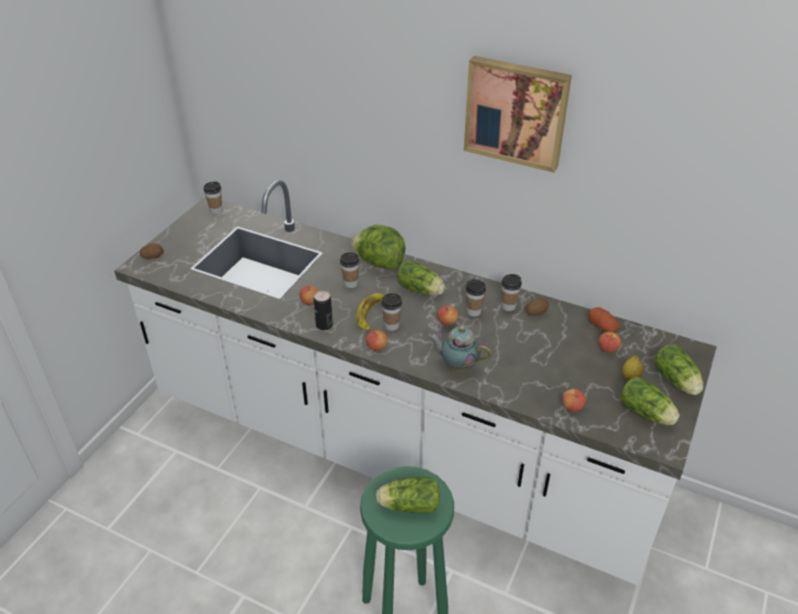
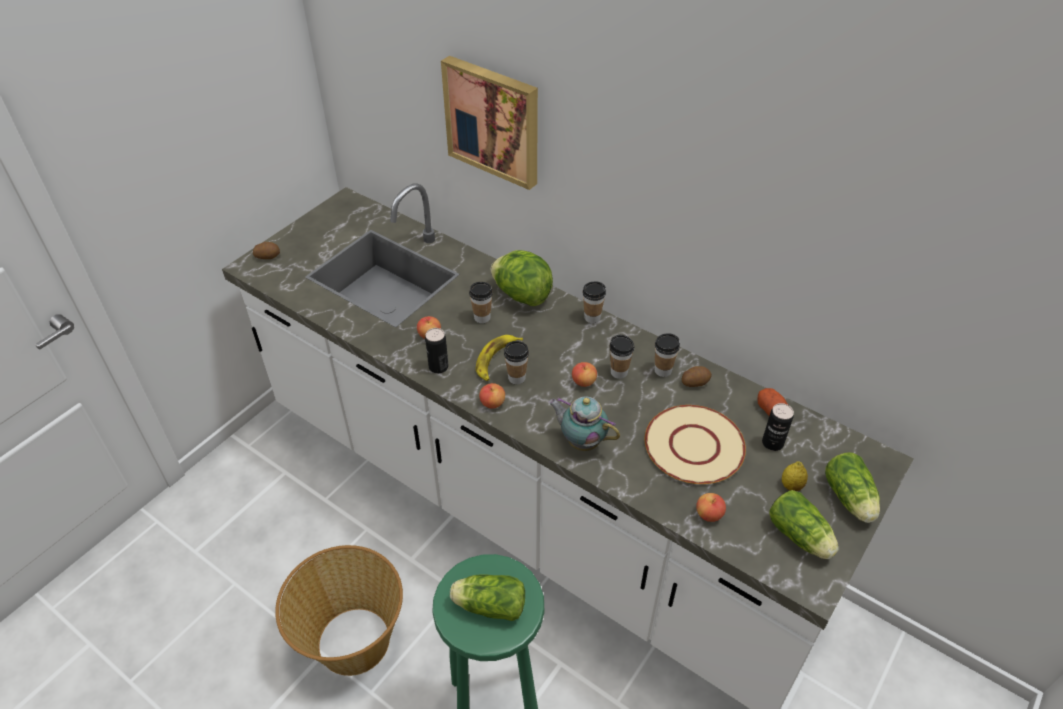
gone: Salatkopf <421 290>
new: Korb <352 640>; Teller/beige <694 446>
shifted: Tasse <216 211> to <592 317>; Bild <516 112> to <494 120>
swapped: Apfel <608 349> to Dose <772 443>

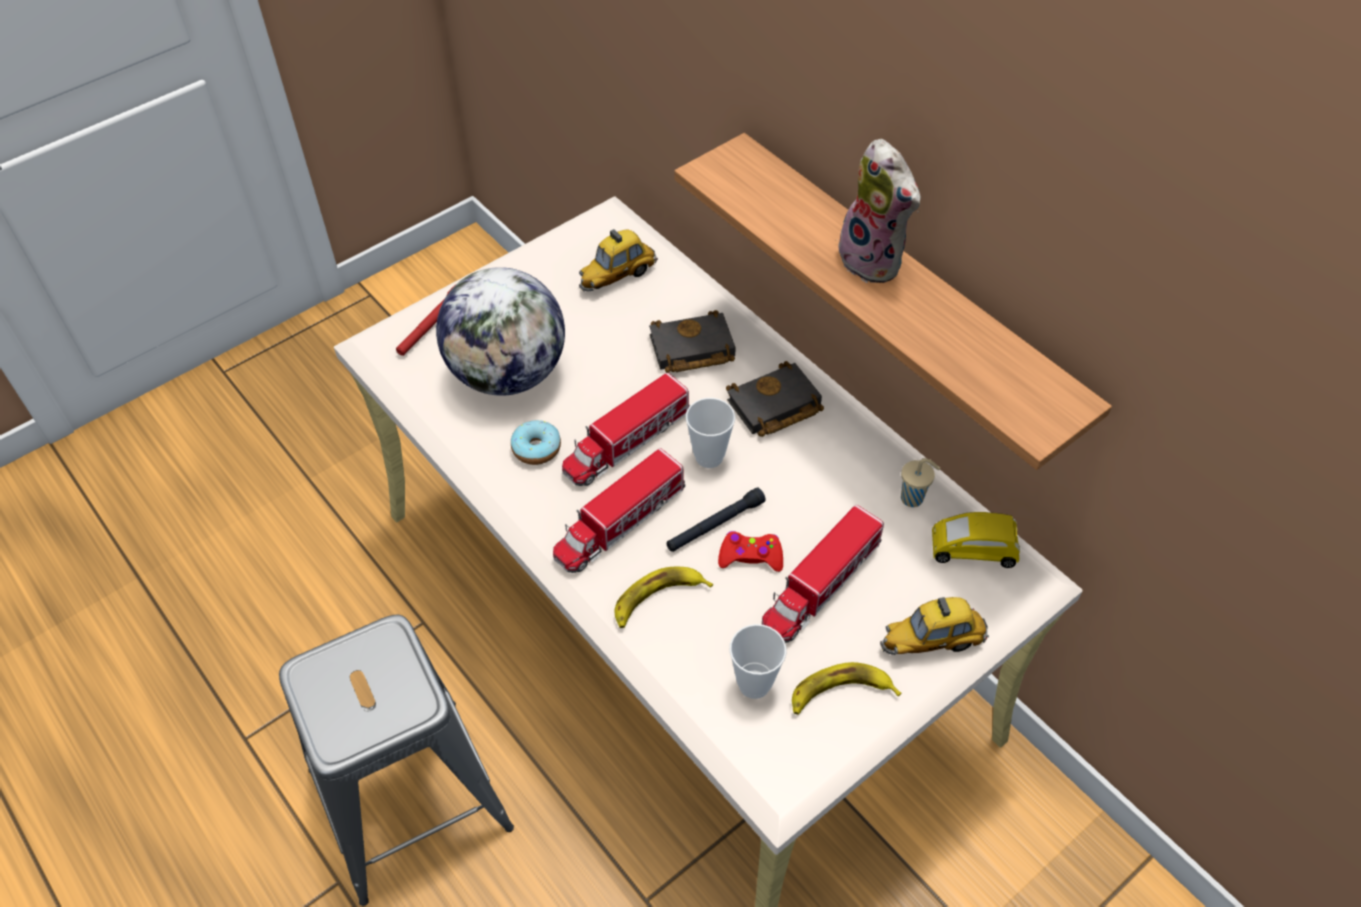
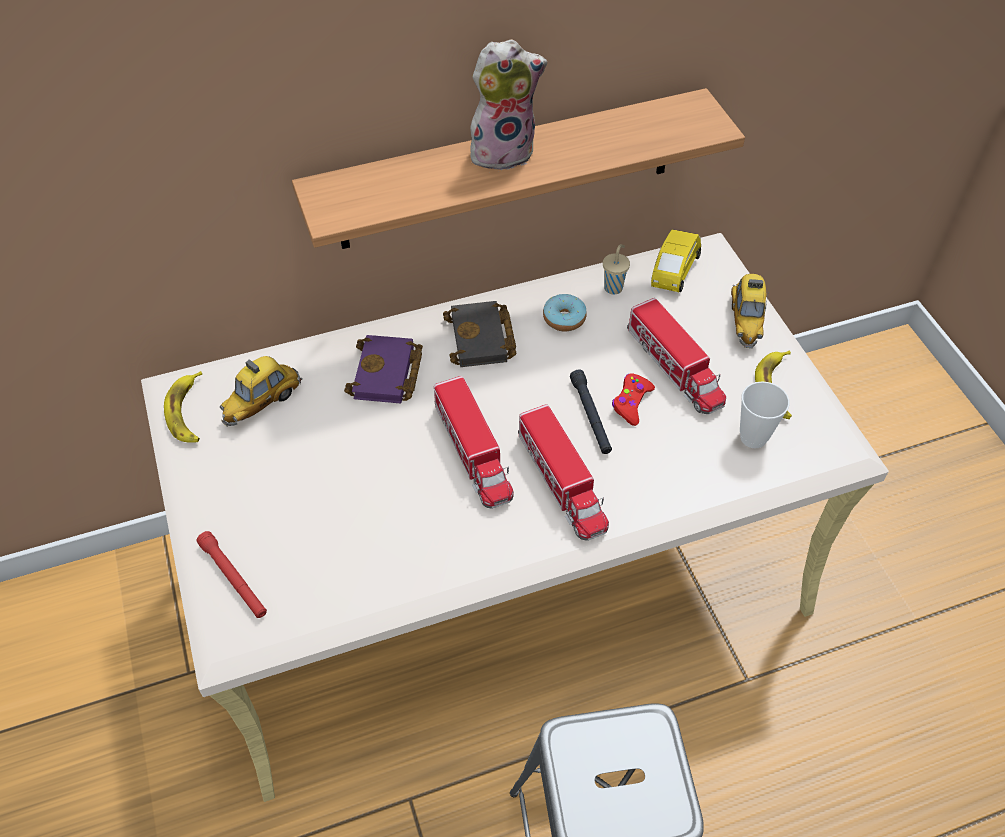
gone: Globus <508 373>; Tasse <709 457>
shifted: Donut <536 448> to <564 318>; Banane <658 599> to <188 413>
repainted: Buch/schwarz <690 350> to Buch/lila <387 376>
rotated: Spielzeugauto <617 276> = <262 403> 60 degrees clockwise

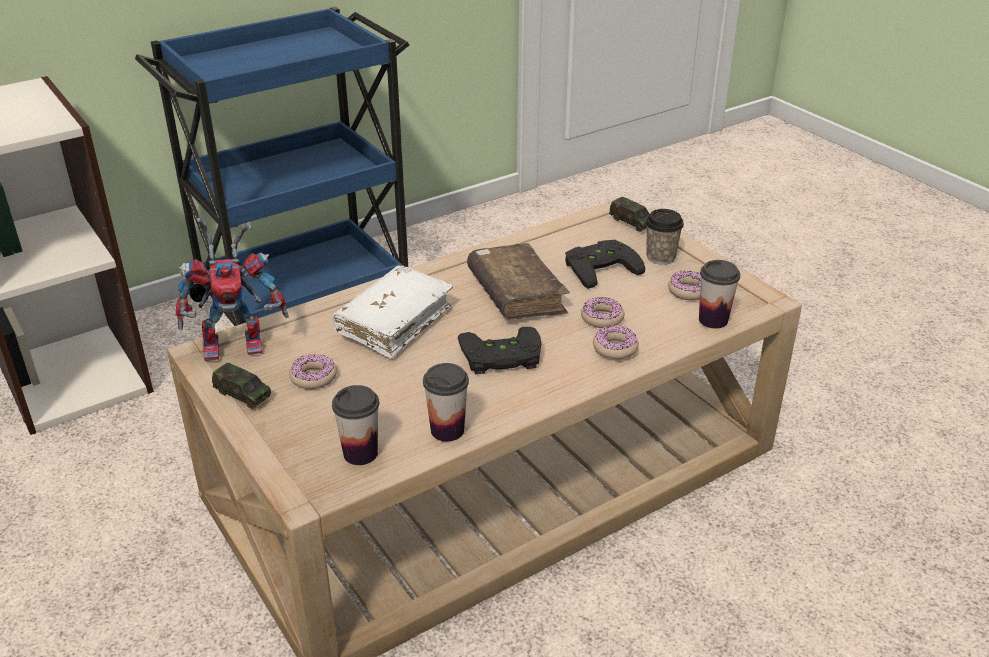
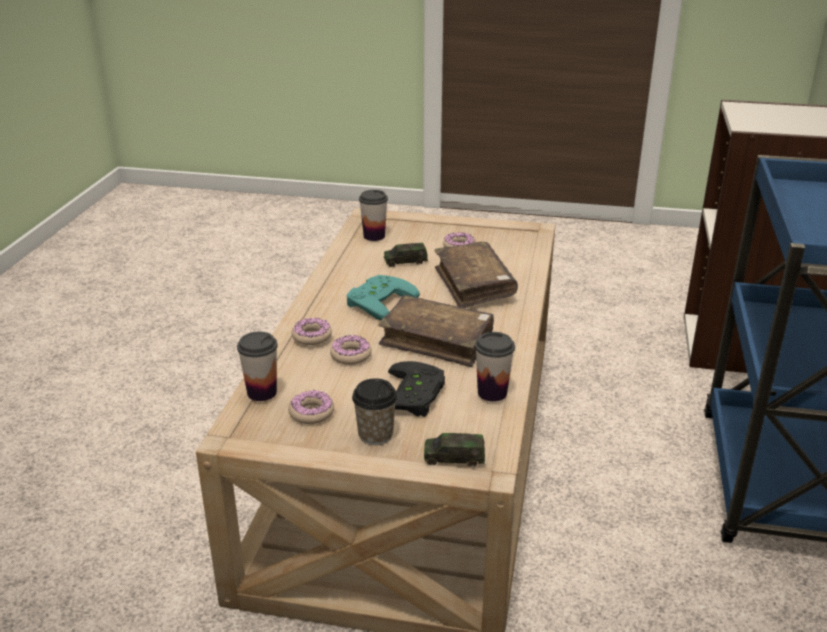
gone: Spielzeugroboter <238 343>
shifted: Spielzeugauto <242 394> to <405 261>; Tasse <447 430> to <492 393>
repainted: Buch/weiß <395 322> to Buch/braun <474 285>; Gamepad/schwarz <501 358> to Gamepad/türkis <378 300>

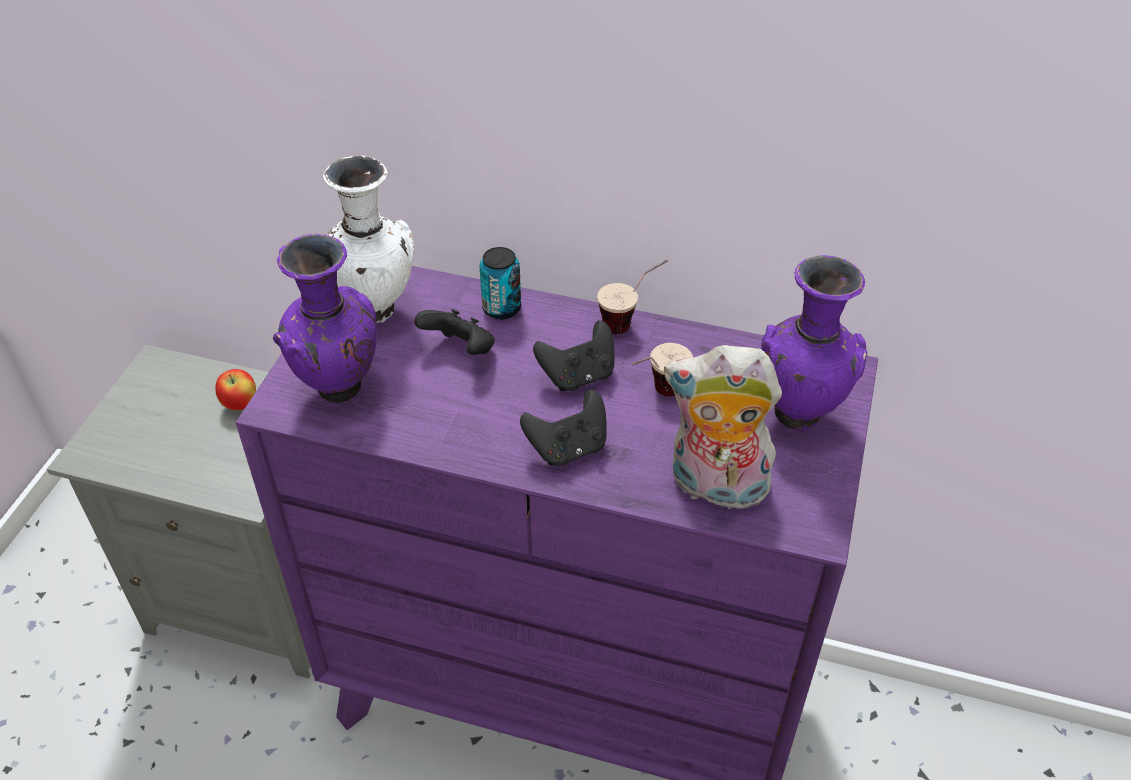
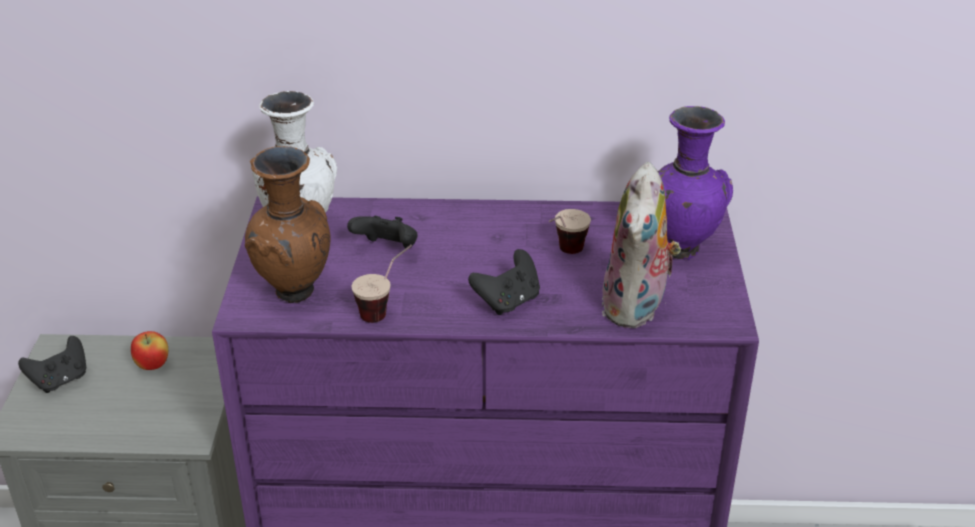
gone: Dose <501 308>
shifted: Gamepad/schwarz <578 376> to <60 380>; Tasse <631 321> to <386 309>
repainted: Vase/lila <339 391> to Vase/braun <295 294>
rotated: Plüschtier <715 487> = <637 308> 75 degrees counterclockwise

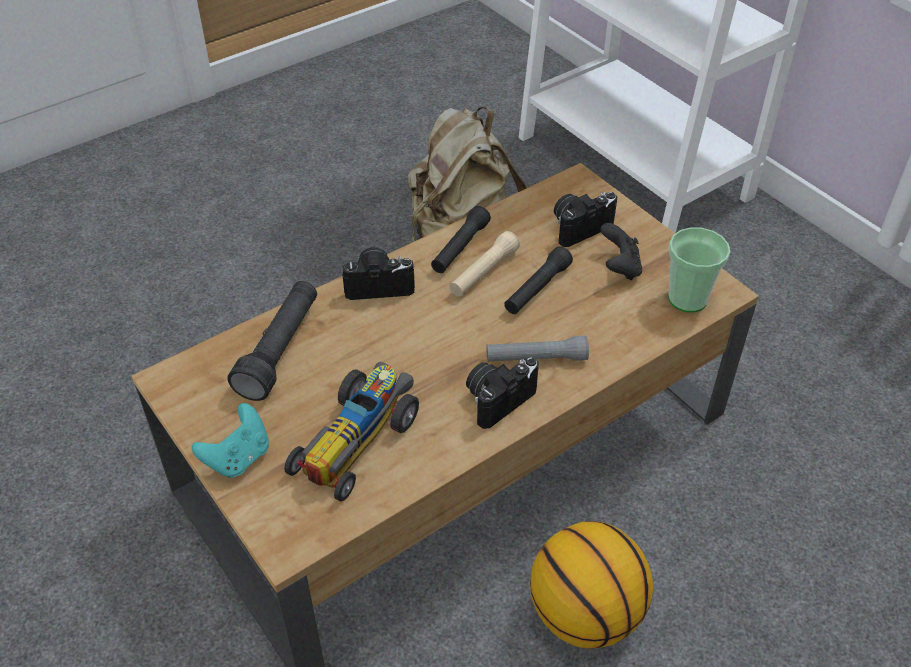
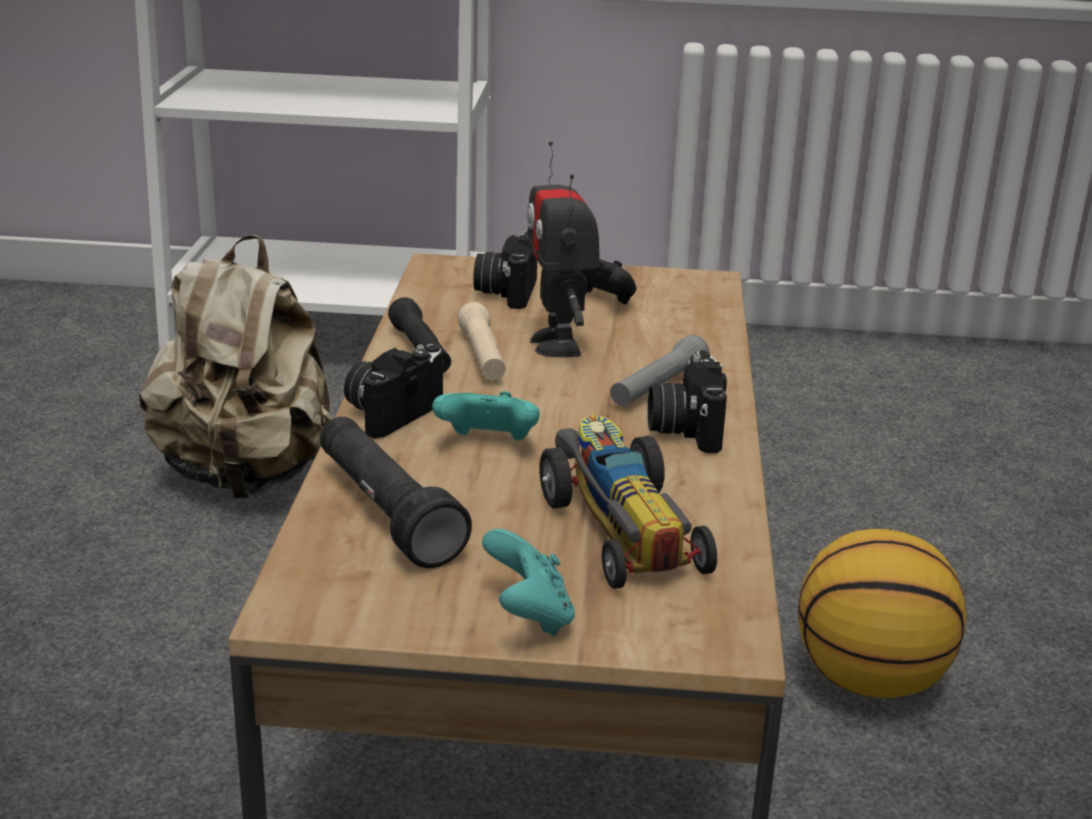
gone: Tasse <687 299>
new: Gamepad/türkis <488 444>
swapped: Taschenlampe/schwarz <537 289> to Spielzeugroboter <558 345>

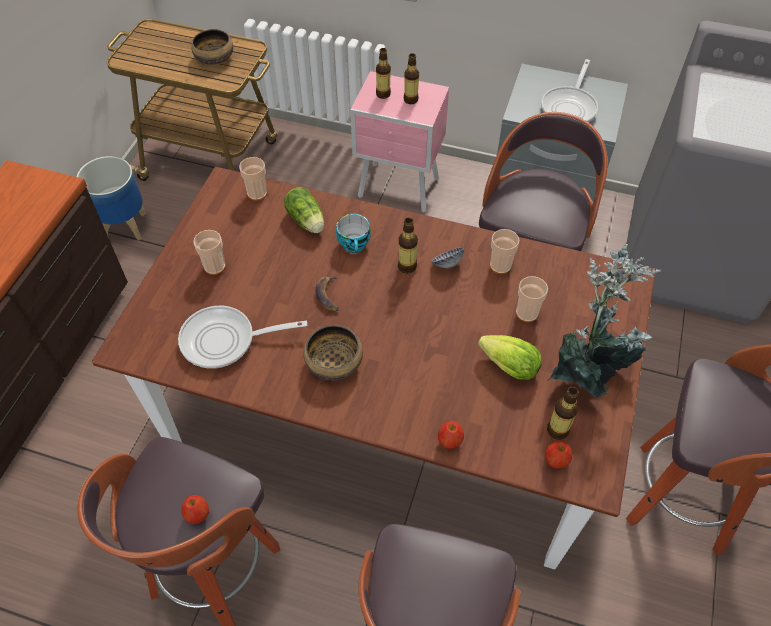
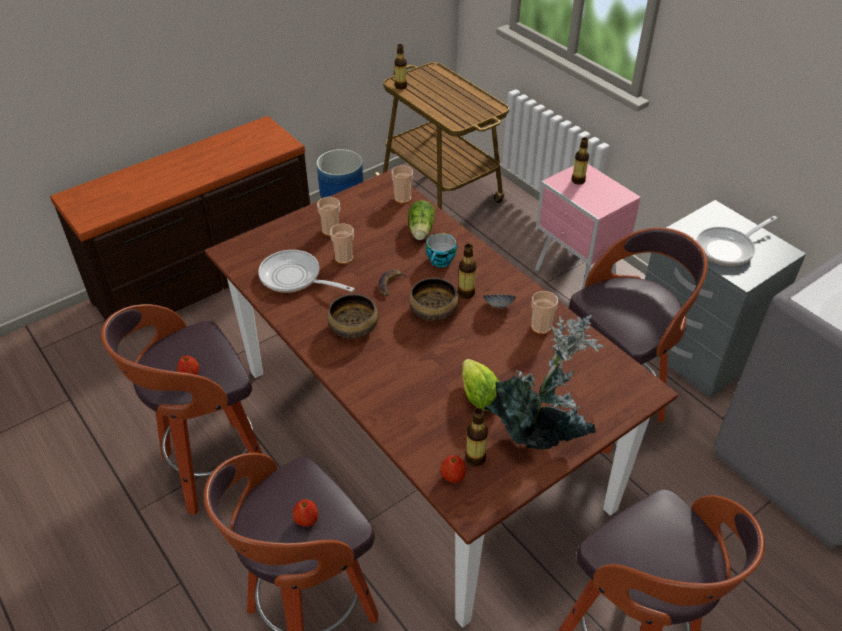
shifted: Schüssel <215 58> to <433 311>; Flasche <410 100> to <401 86>; Apfel <449 442> to <306 521>; Tasse <526 313> to <344 258>

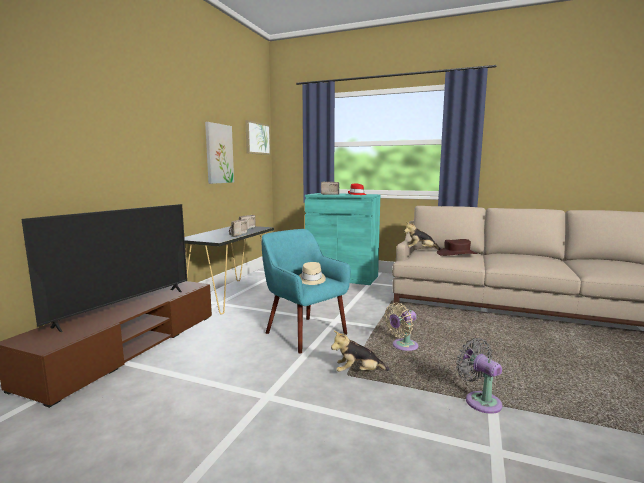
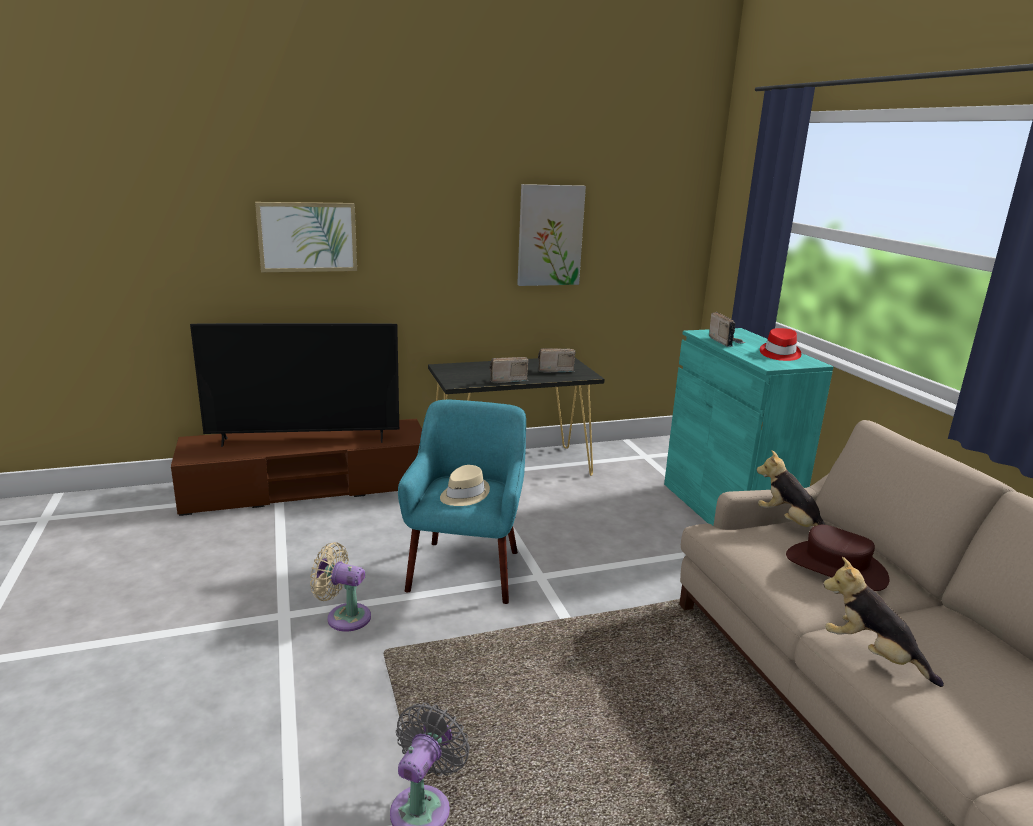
shifted: Bild <257 138> to <307 237>; Plüschtier <358 372> to <872 655>; Ventilator/beige <402 346> to <344 616>

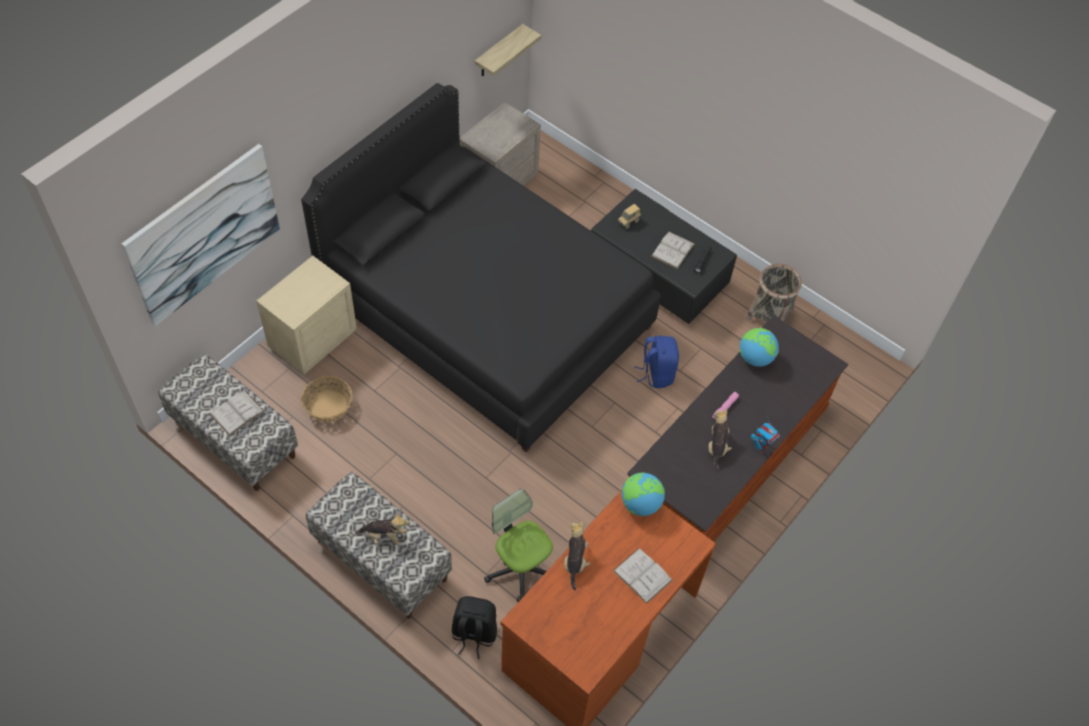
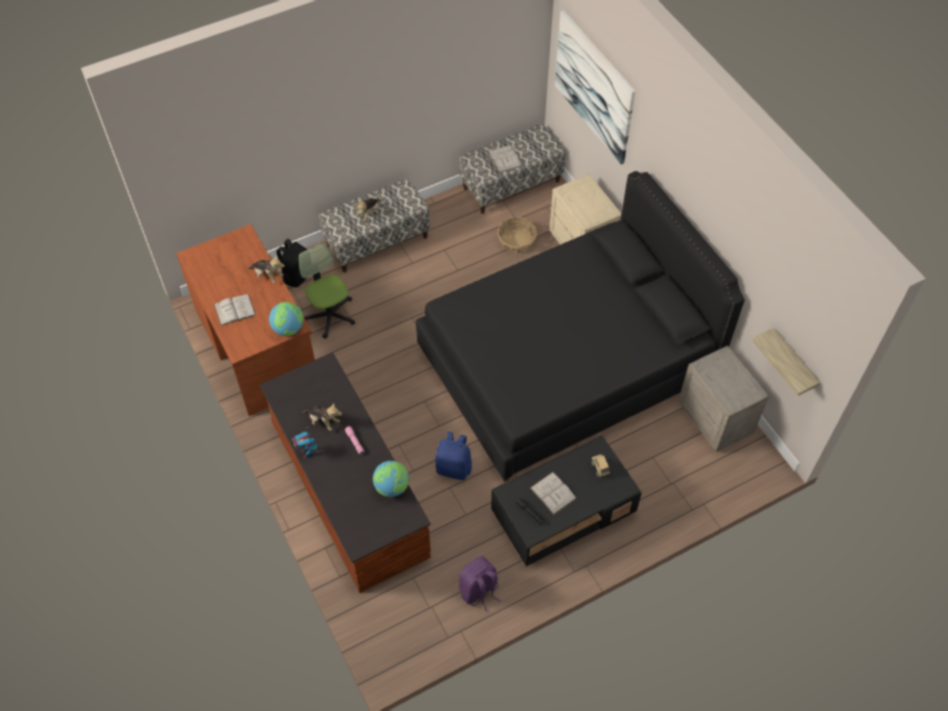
swapped: Korb <769 314> to Rucksack/lila <479 591>
rotated: Bürostuhl <520 568> = <329 315> 105 degrees counterclockwise

